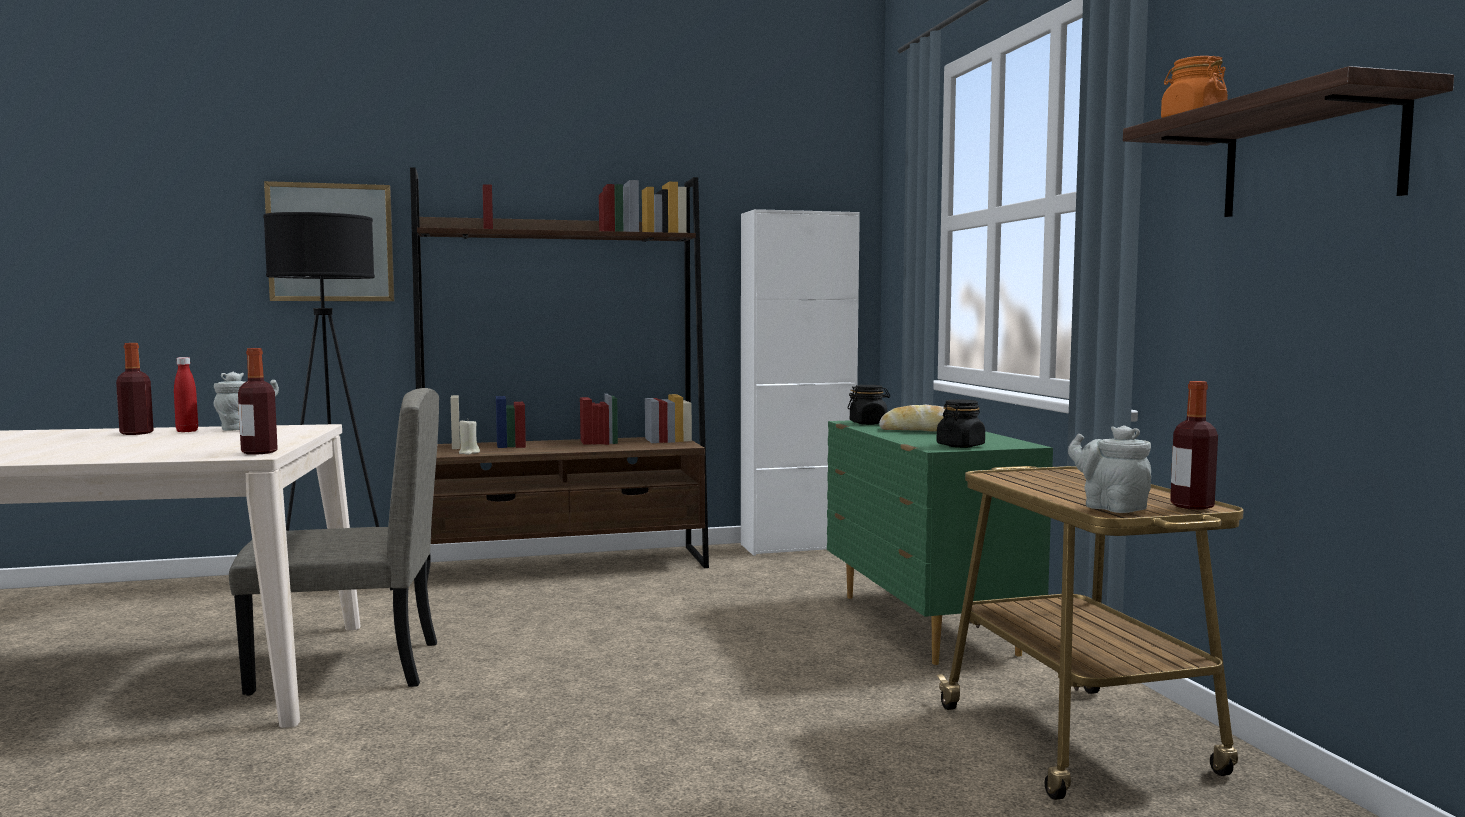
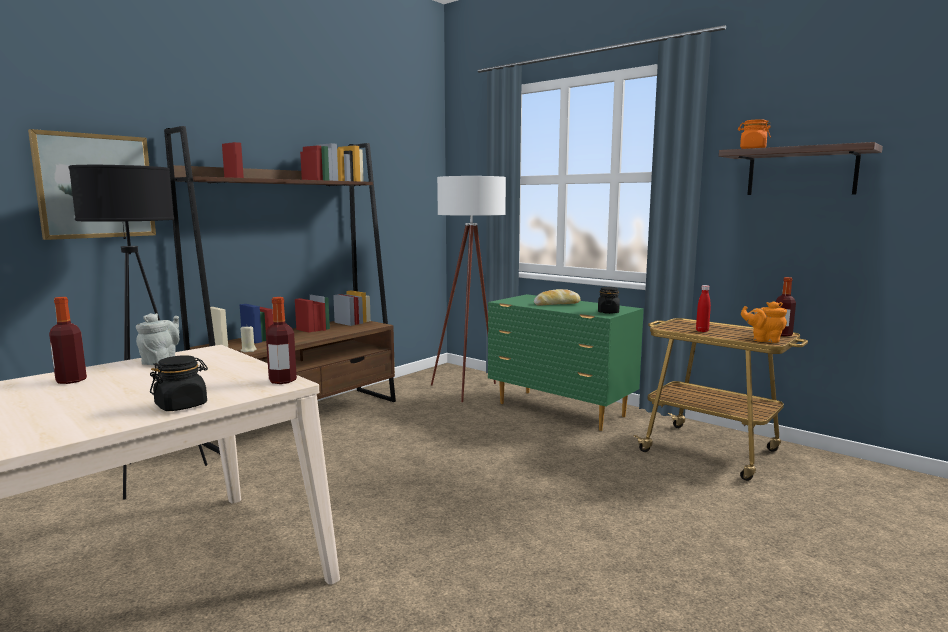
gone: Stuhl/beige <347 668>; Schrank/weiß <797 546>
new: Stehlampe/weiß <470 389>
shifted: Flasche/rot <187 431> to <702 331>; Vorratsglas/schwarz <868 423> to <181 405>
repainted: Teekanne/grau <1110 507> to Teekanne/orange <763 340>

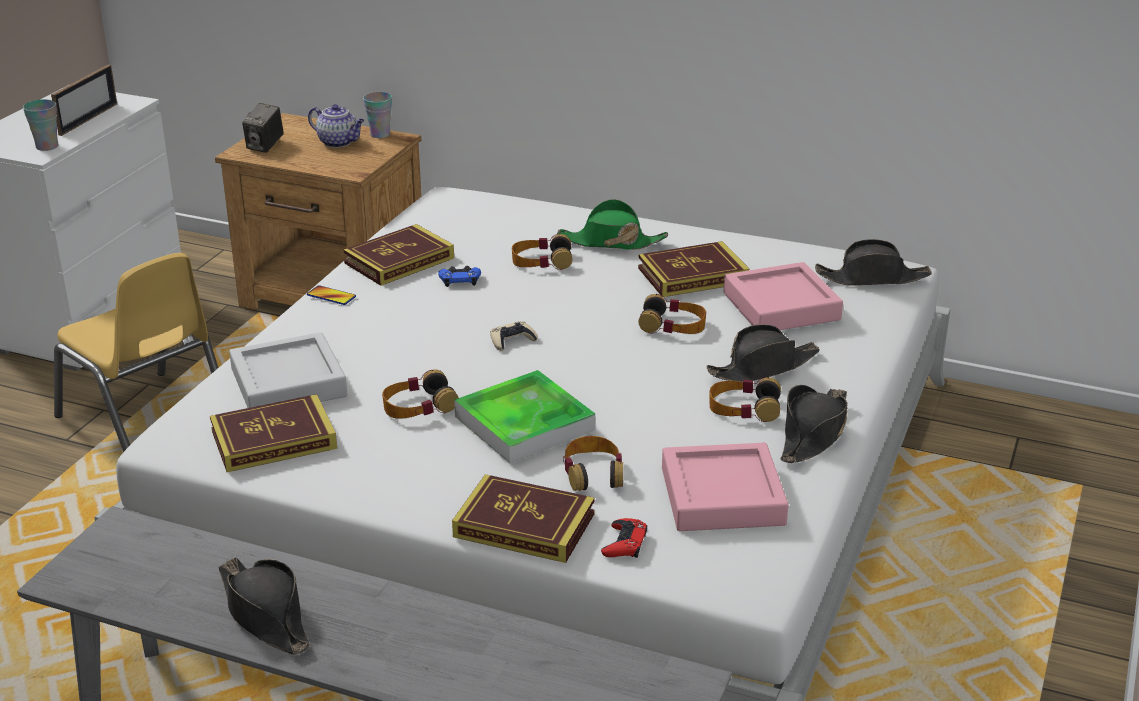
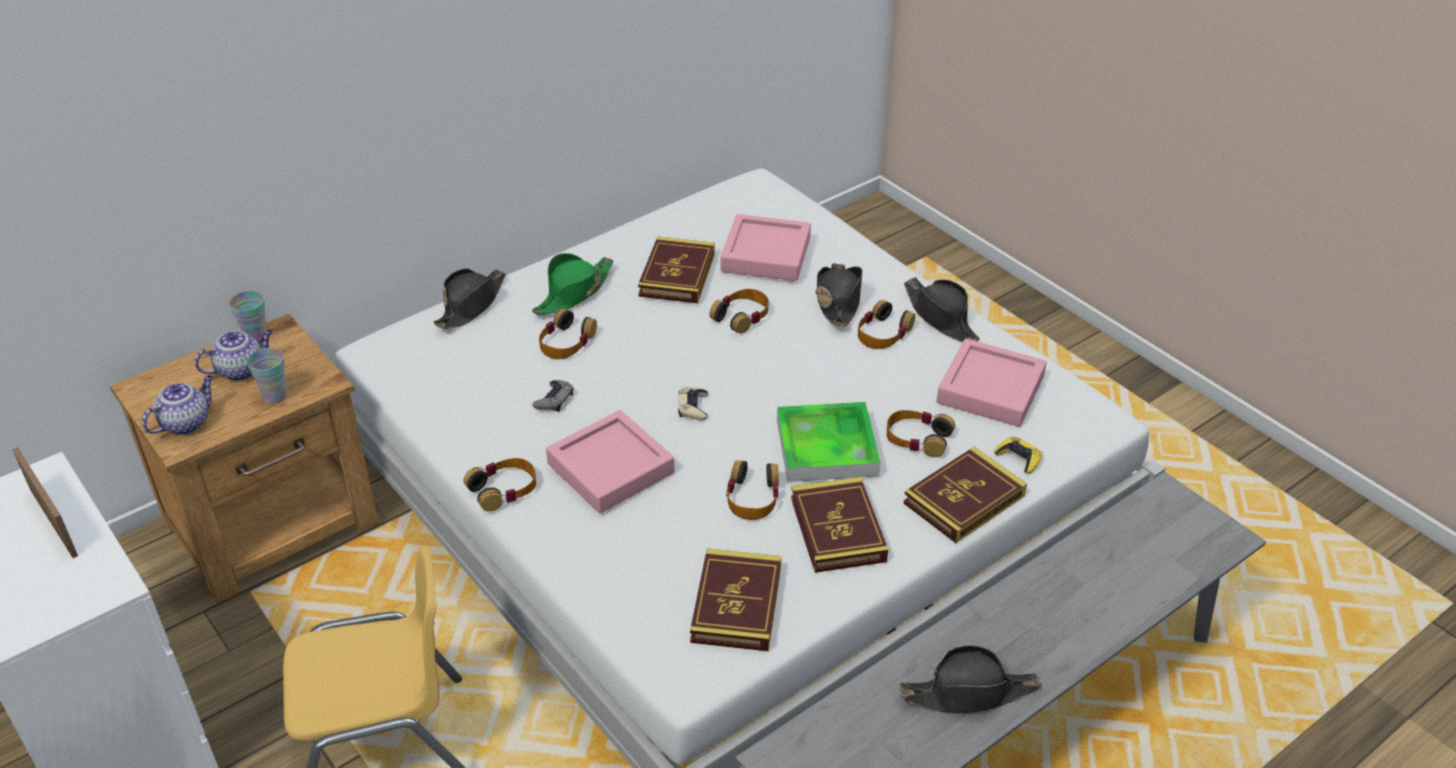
gone: Tablett/grau <288 383>
new: Tablett/rosa <610 468>
shifted: Tasse <47 146> to <275 396>; Buch <399 260> to <837 529>; Hut/schwarz <872 278> to <471 305>
swapped: Kamera <265 146> to Teekanne <186 423>; Handy <331 296> to Kopfhörer <504 489>
repainted: Gamepad/blau <460 280> to Gamepad/grau <554 400>; Gamepad/rot <624 544> to Gamepad/gelb <1019 458>

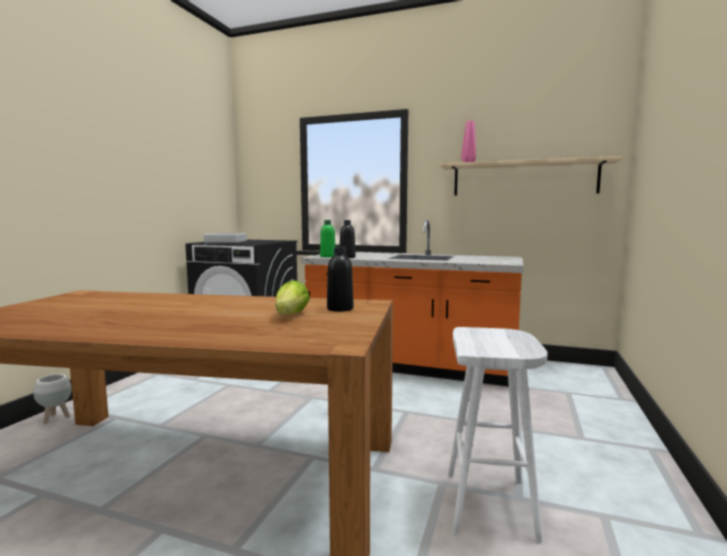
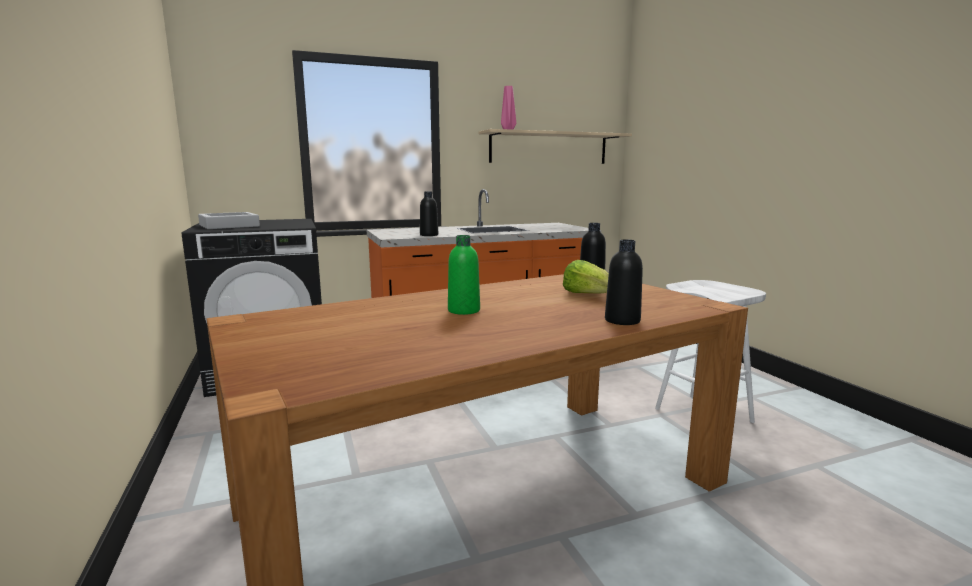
gone: Pflanzkübel/weiß <55 419>
new: Flasche/schwarz <622 320>
shifted: Flasche/grün <328 256> to <464 310>

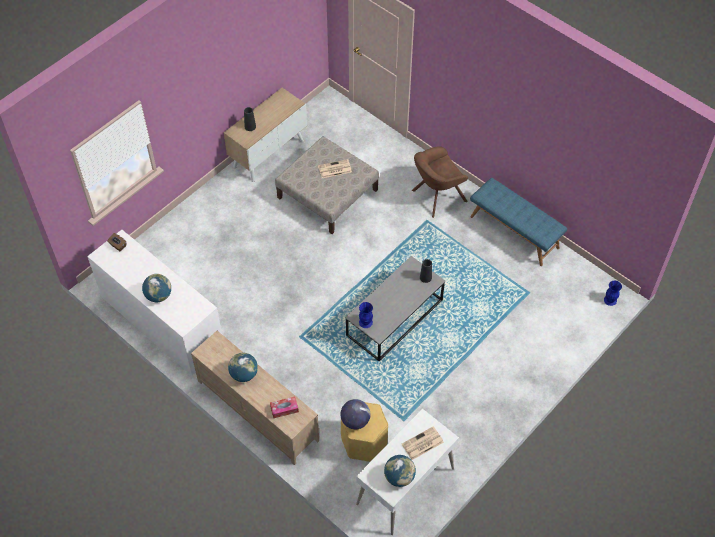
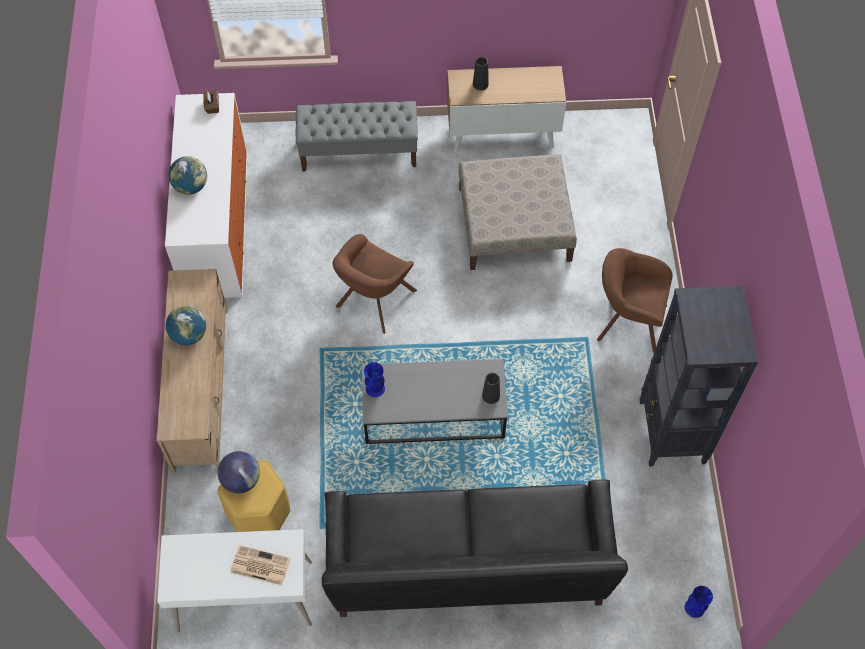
gone: Taschentuchbox <284 409>; Zeitung <334 169>; Globus <399 477>
new: Bank/grau <359 152>; Sofa/schwarz <468 565>; Sessel/braun <373 301>
swapped: Bank/blau <514 232> to Bücherregal/schwarz <671 433>

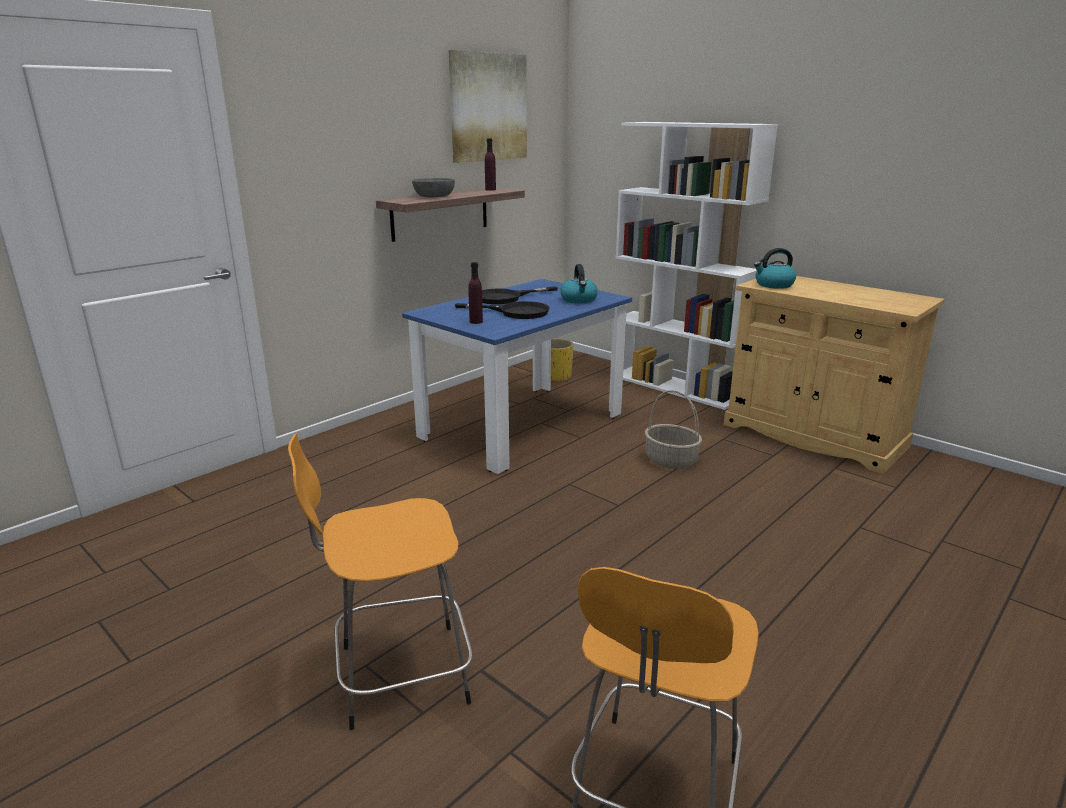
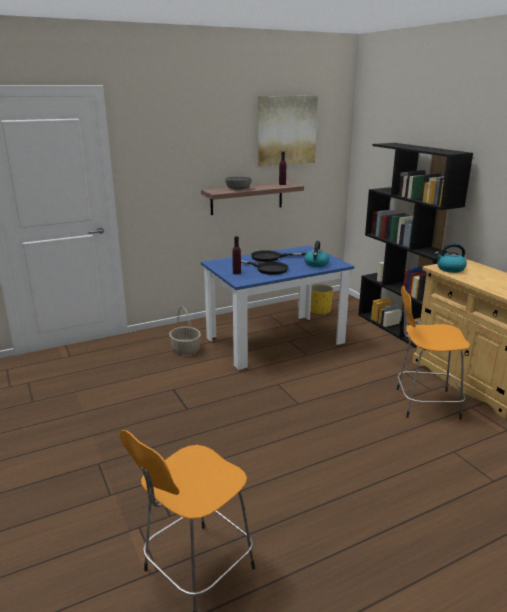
shifted: Hocker/orange <398 675> to <424 403>; Korb <670 460> to <185 349>
repainted: Bücherregal/weiß <675 387> to Bücherregal/schwarz <399 329>

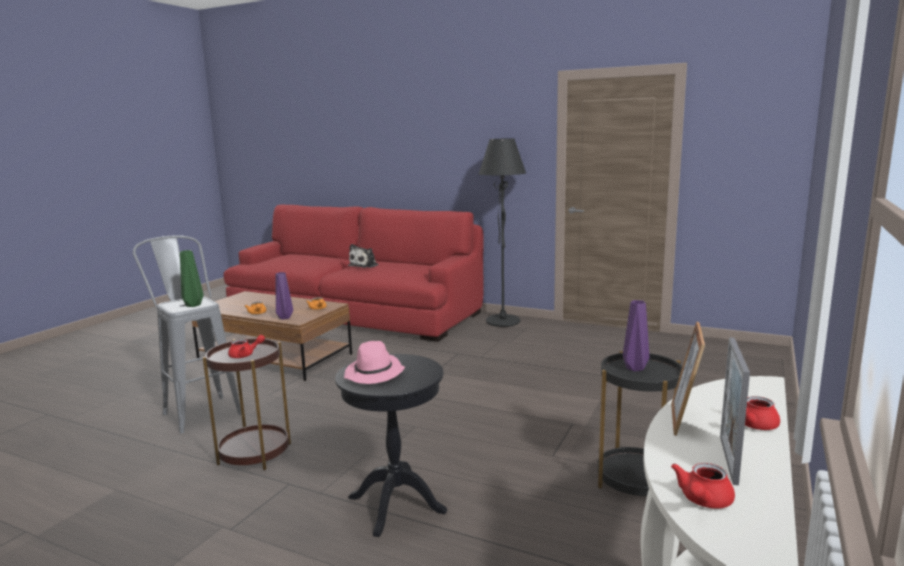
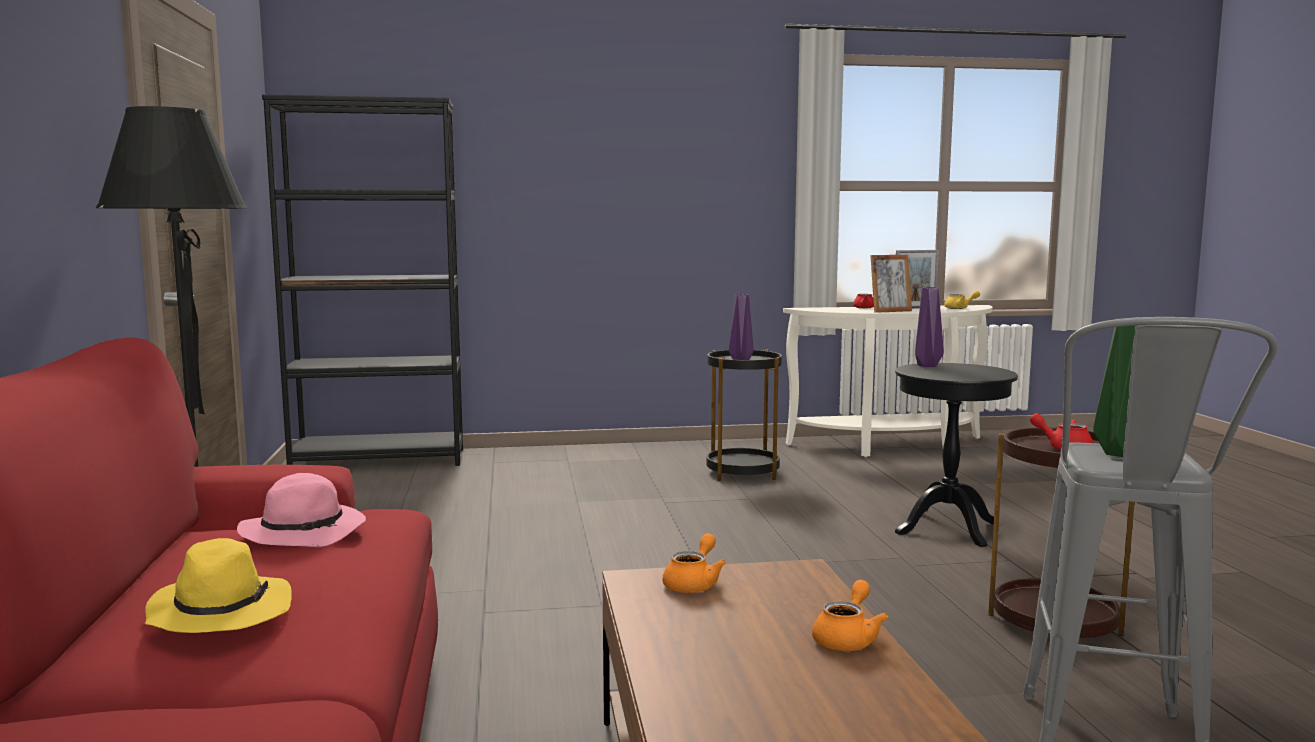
new: Bücherregal/schwarz <379 460>
shifted: Vase/lila <284 318> to <928 365>; Hut/rosa <374 374> to <305 532>
swapped: Plüschtier <365 265> to Hut/gelb <219 613>
repainted: Teekanne/rot <703 501> to Teekanne/gelb <960 308>

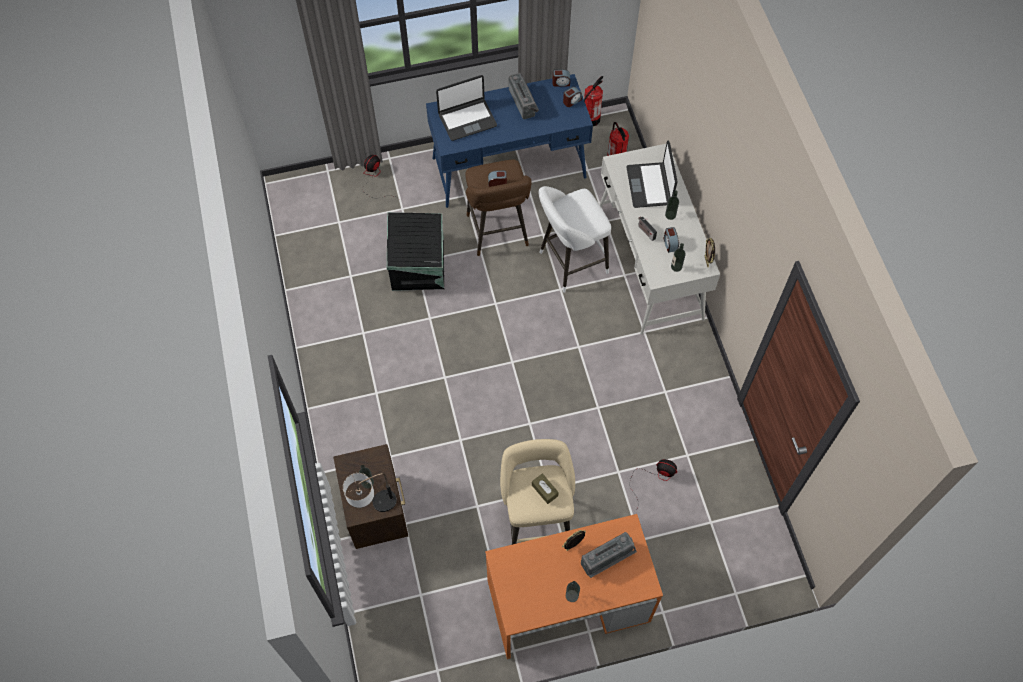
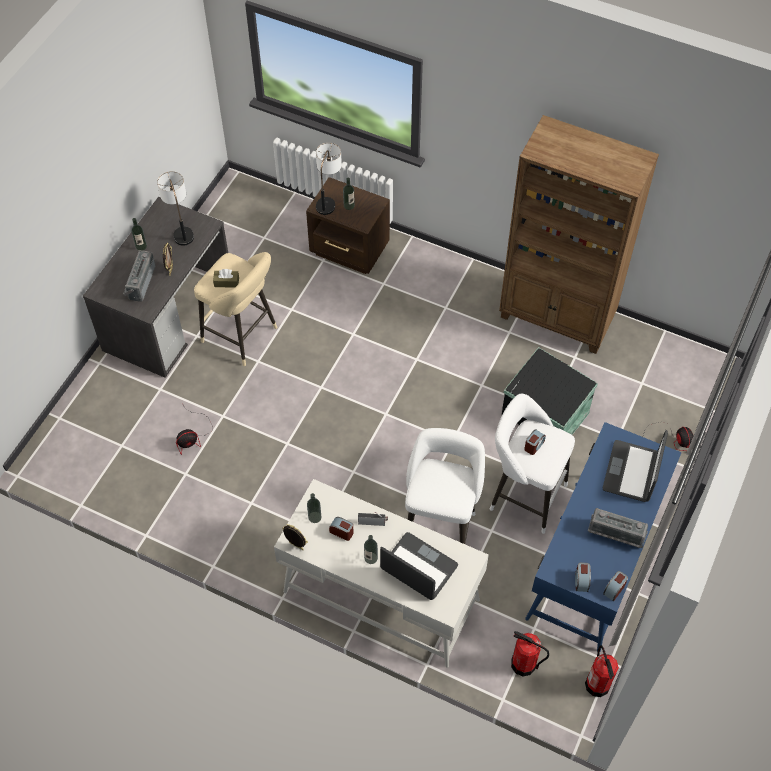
new: Tischlampe <181 228>; Bücherregal/braun <557 318>
repainted: Hocker/braun <498 233> to Hocker/weiß <524 495>; Schreibtisch/orange <568 602> to Schreibtisch/grau <168 314>

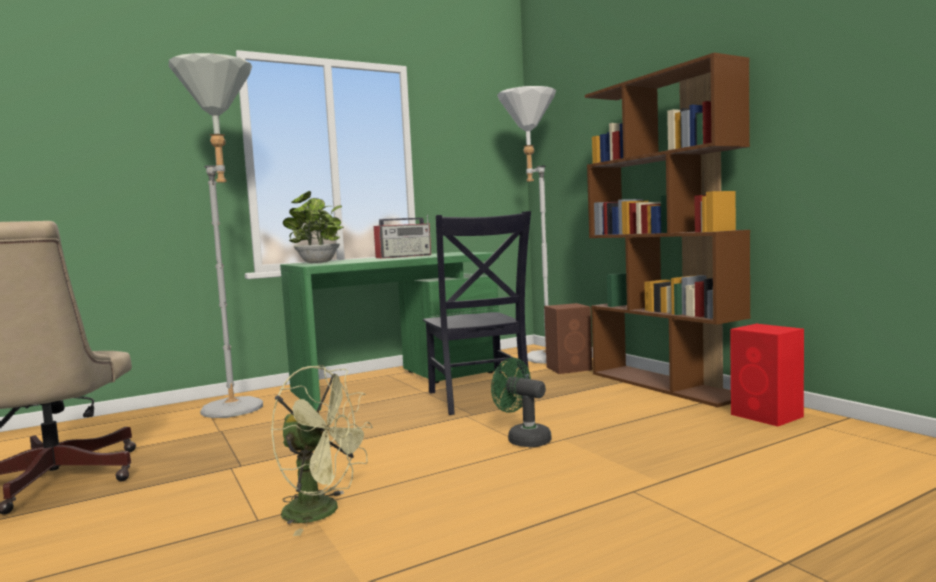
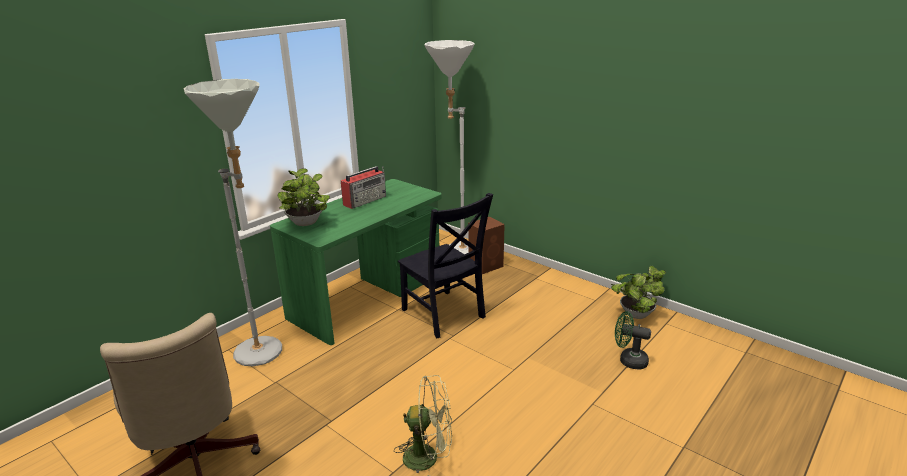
gone: Bücherregal/braun <666 385>
shifted: Ventilator/grün <523 439> to <628 360>
swapped: Lautsprecher/rot <768 416> to Topfpflanze <634 315>

